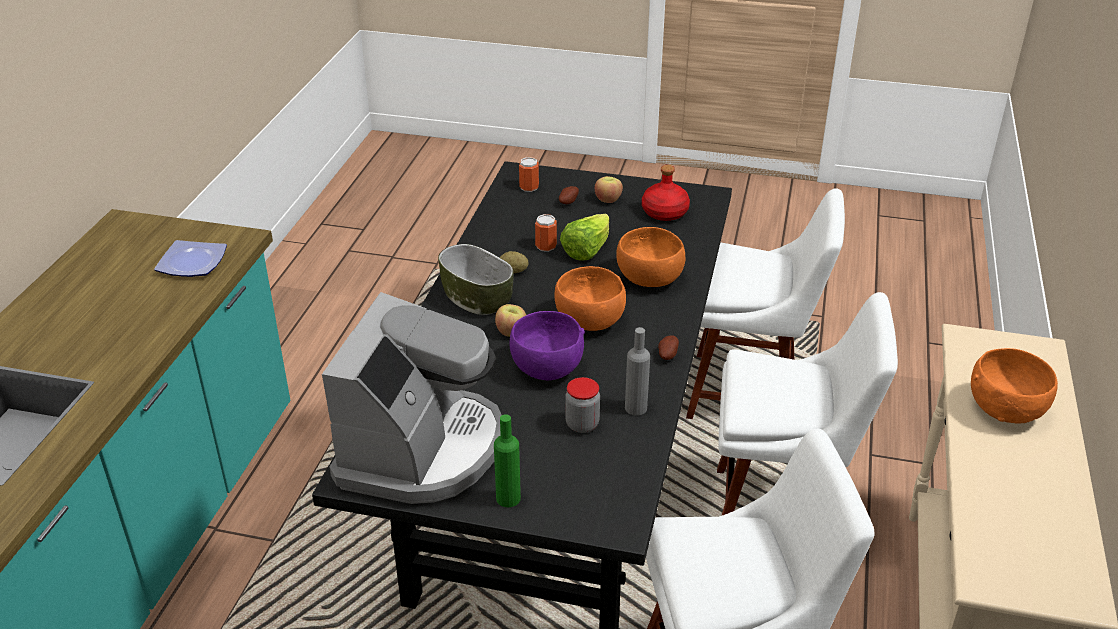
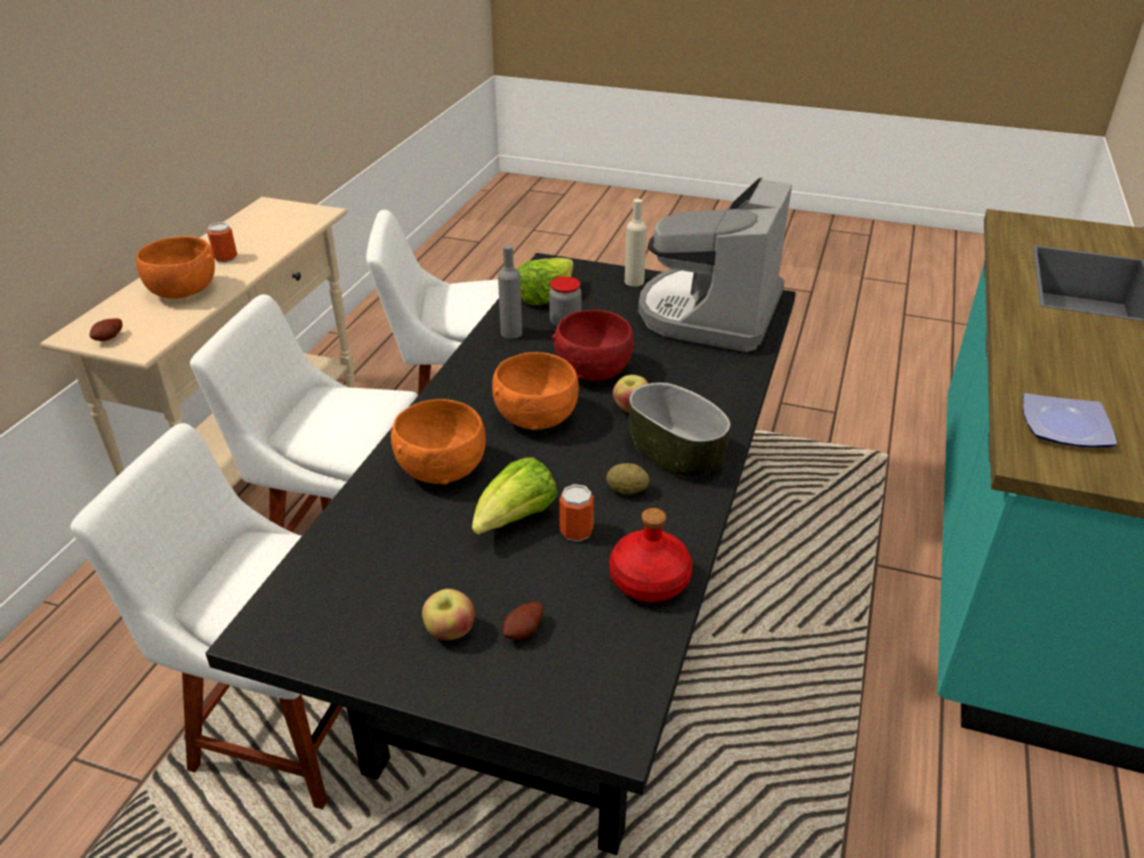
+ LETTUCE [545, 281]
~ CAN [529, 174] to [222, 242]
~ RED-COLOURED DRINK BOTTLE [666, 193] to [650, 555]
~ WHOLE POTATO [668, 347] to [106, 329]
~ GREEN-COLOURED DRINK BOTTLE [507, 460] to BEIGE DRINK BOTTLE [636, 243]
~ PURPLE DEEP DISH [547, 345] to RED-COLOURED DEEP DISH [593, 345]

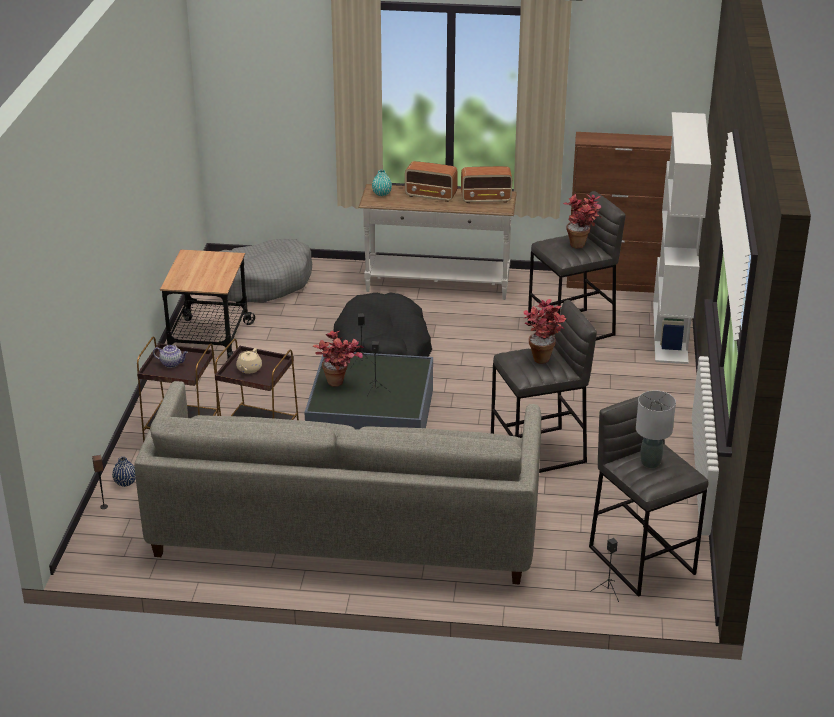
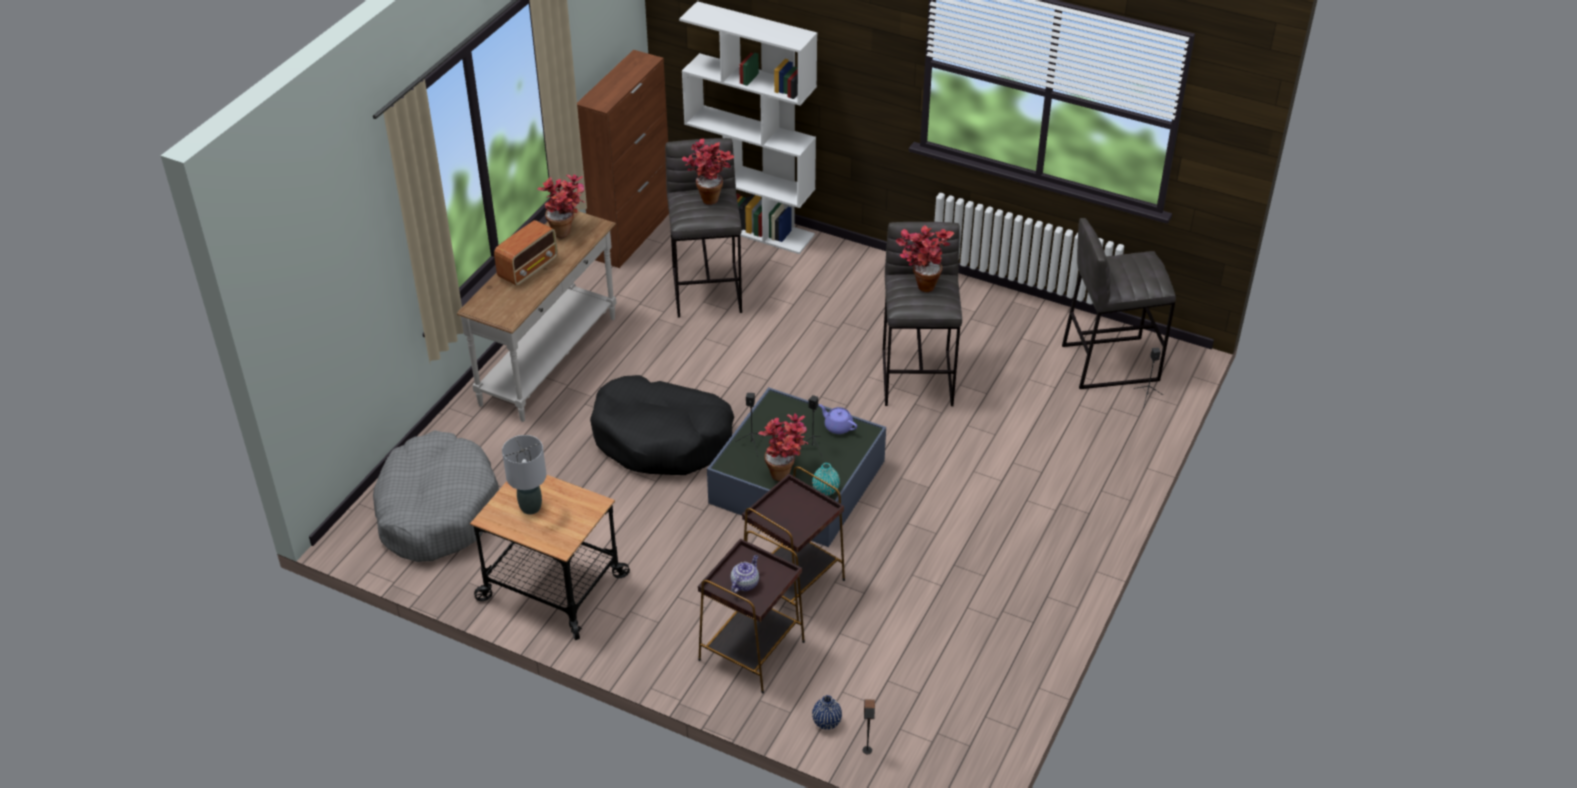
- GREYISH COUCH [338, 483]
- BEIGE TEA POT [249, 361]
+ PURPLE TEA POT [838, 419]
~ TURQUOISE VASE [382, 183] to [826, 479]
~ GREYISH LAMP FOR A TABLE [656, 429] to [524, 475]
~ RADIO SET [486, 184] to HOUSEPLANT [561, 206]

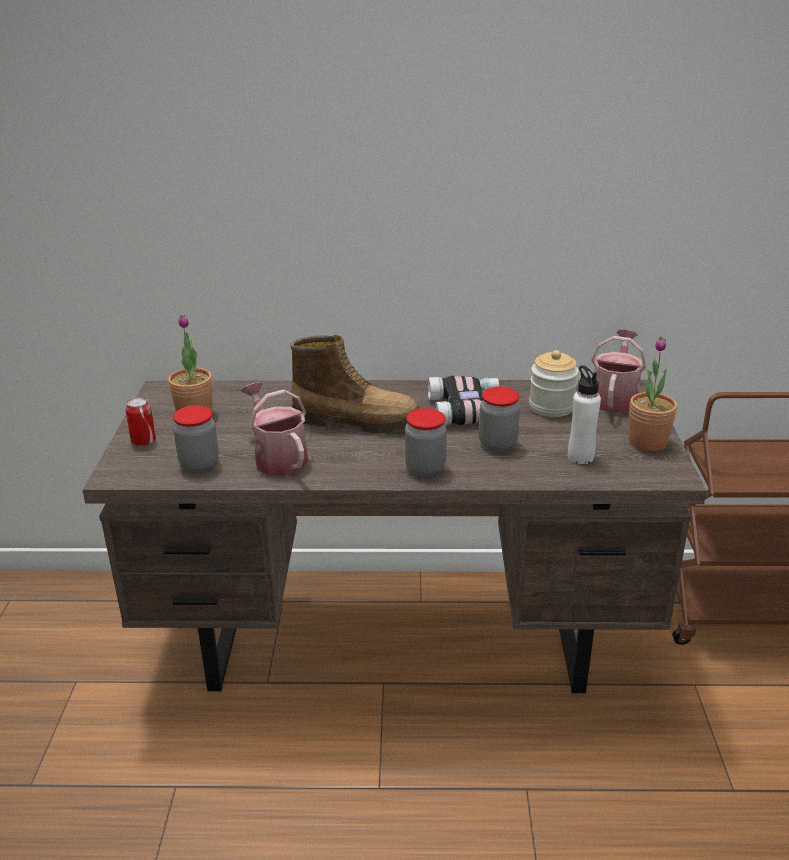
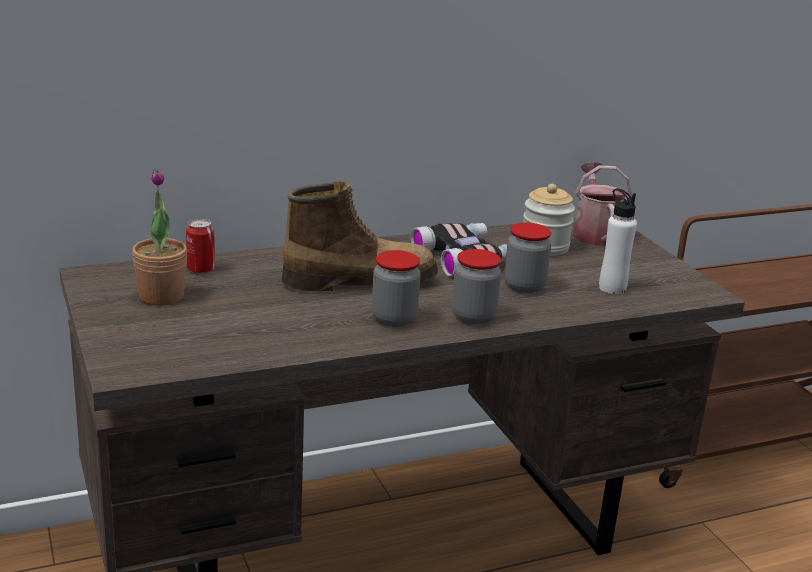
- SPRINKLING CAN [274, 429]
- HOUSEPLANT [653, 393]
~ CAN [140, 421] to [200, 246]
~ STORAGE JAR [196, 438] to [396, 288]

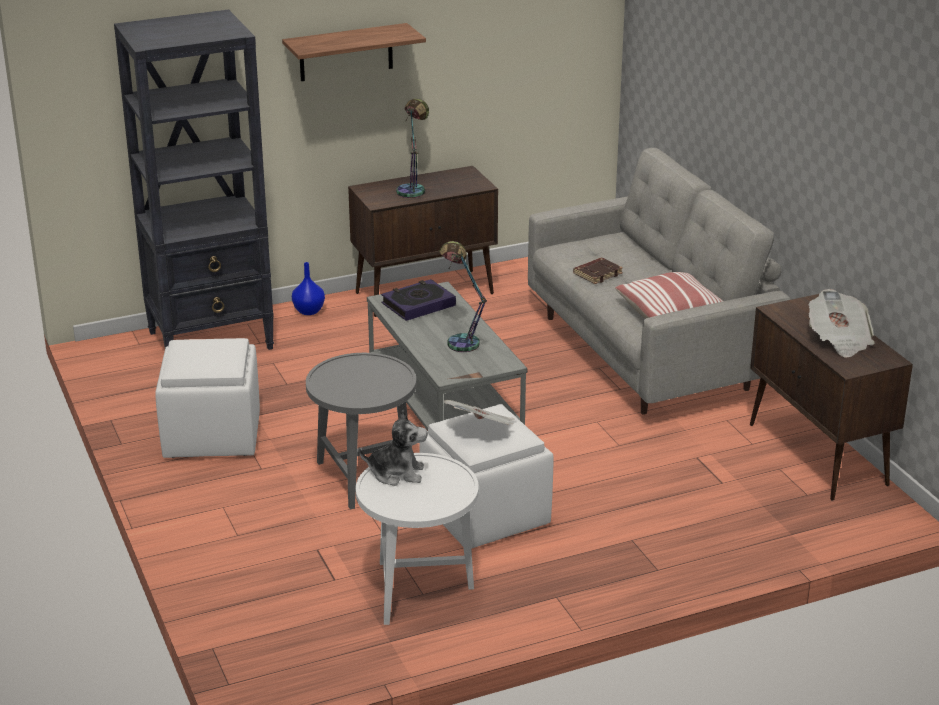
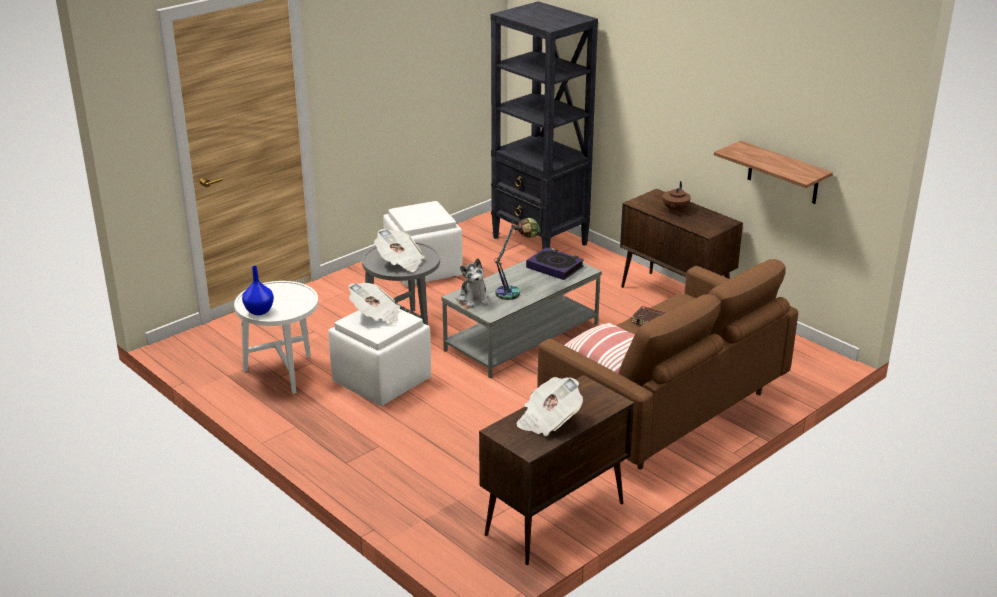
+ NEWSPAPER [399, 250]
~ WALL SHELF [354, 52] to [773, 172]
~ BLUE VASE [308, 288] to [258, 290]
~ CUDDLY TOY [393, 448] to [474, 283]
~ LAMP FOR A TABLE [412, 148] to BROWN TEA POT [676, 197]
~ GREYISH COUCH [659, 281] to BROWN COUCH [667, 364]

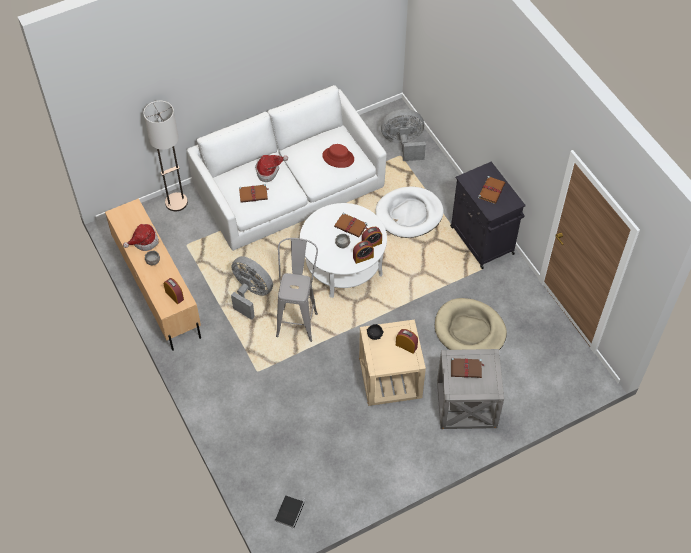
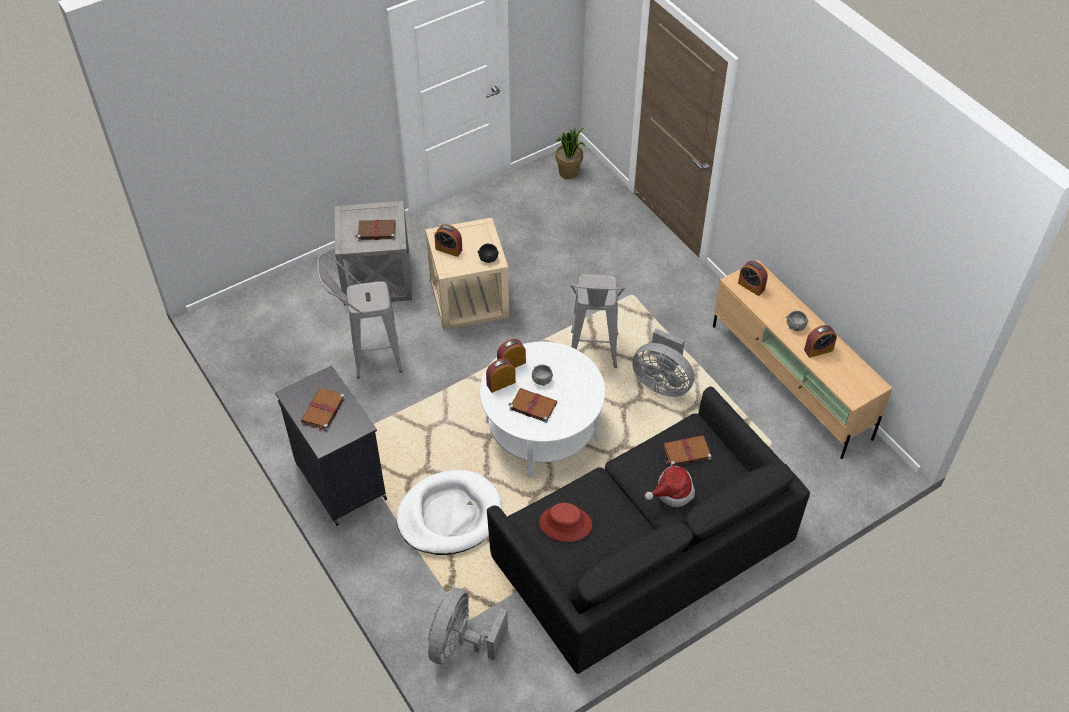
- FLOOR LAMP [165, 156]
~ HAT [141, 237] to BEDSIDE CLOCK [820, 341]
~ BOOK [290, 512] to HOUSEPLANT [570, 153]
~ BEIGE DOG CUSHION [471, 324] to GREYISH STOOL SEAT [360, 316]
~ WHITE-COLOURED COUCH [287, 168] to BLACKISH COUCH [648, 530]
~ GREYISH FAN [403, 135] = [468, 626] 120 degrees clockwise

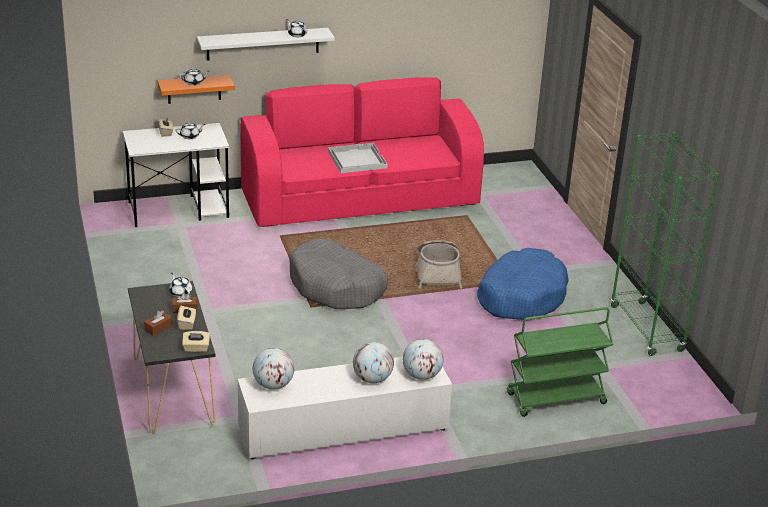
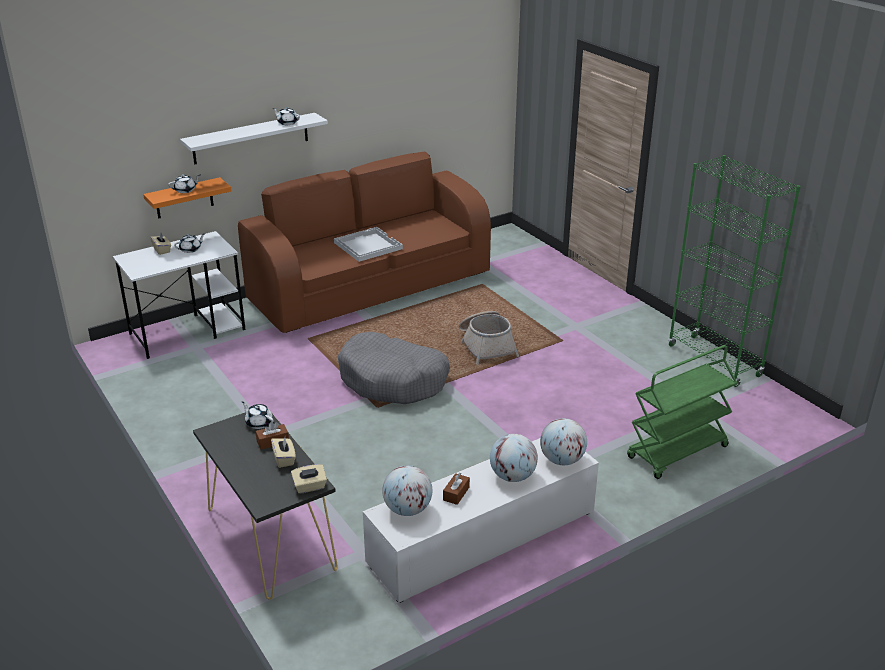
- BLUE DOG CUSHION [523, 284]
~ BROWN TISSUE BOX [158, 323] to [456, 488]
~ PINK-COLOURED COUCH [362, 152] to BROWN COUCH [364, 242]

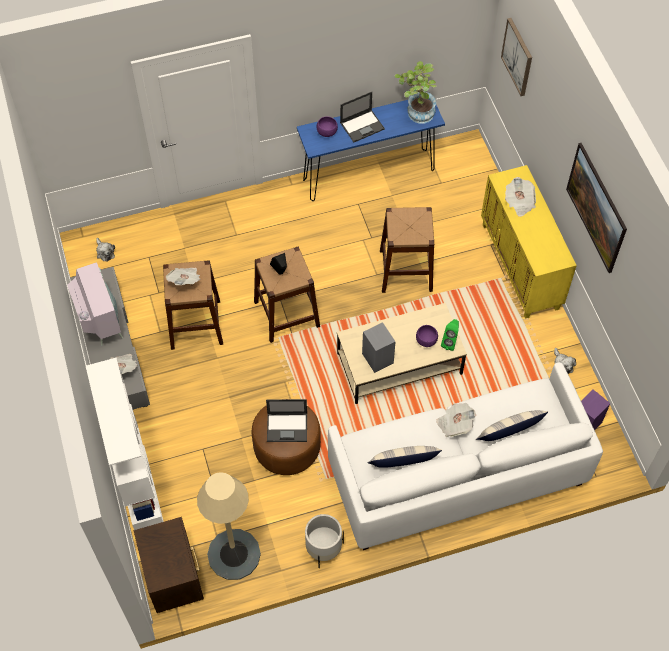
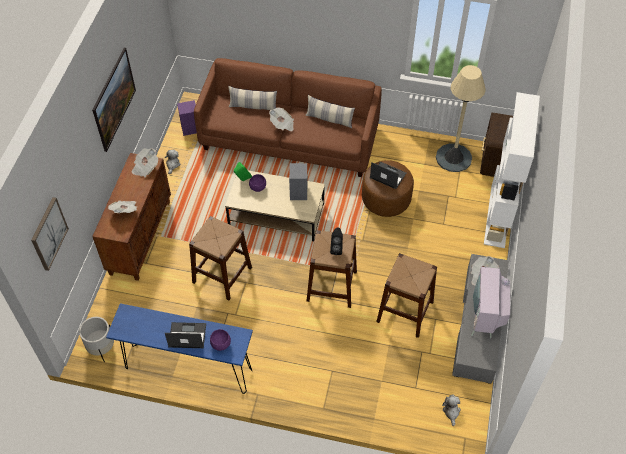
- HOUSEPLANT [416, 92]
~ NEWSPAPER [183, 276] to [145, 162]
~ WHITE-COLOURED FLOWER POT [324, 541] to [96, 339]
~ WHITE-COLOURED COUCH [465, 456] to BROWN COUCH [288, 117]
~ YELLOW CABINET [529, 242] to BROWN CABINET [131, 217]

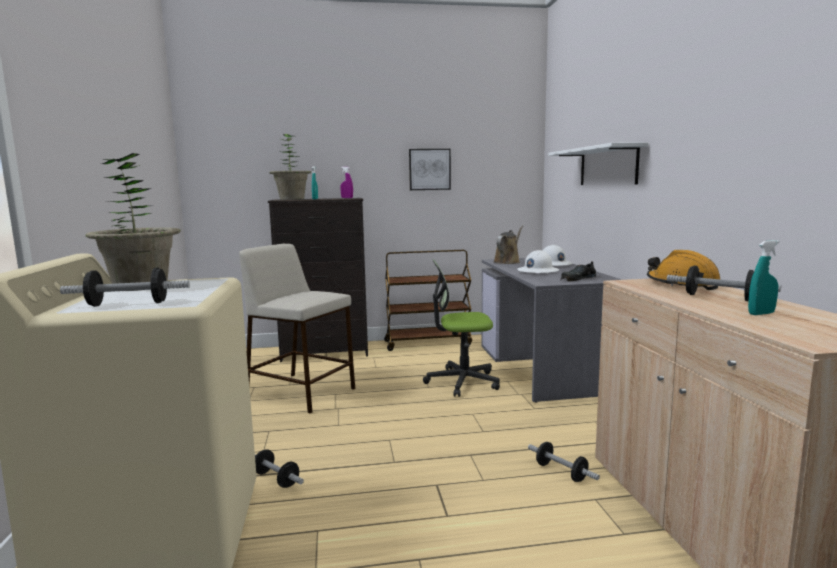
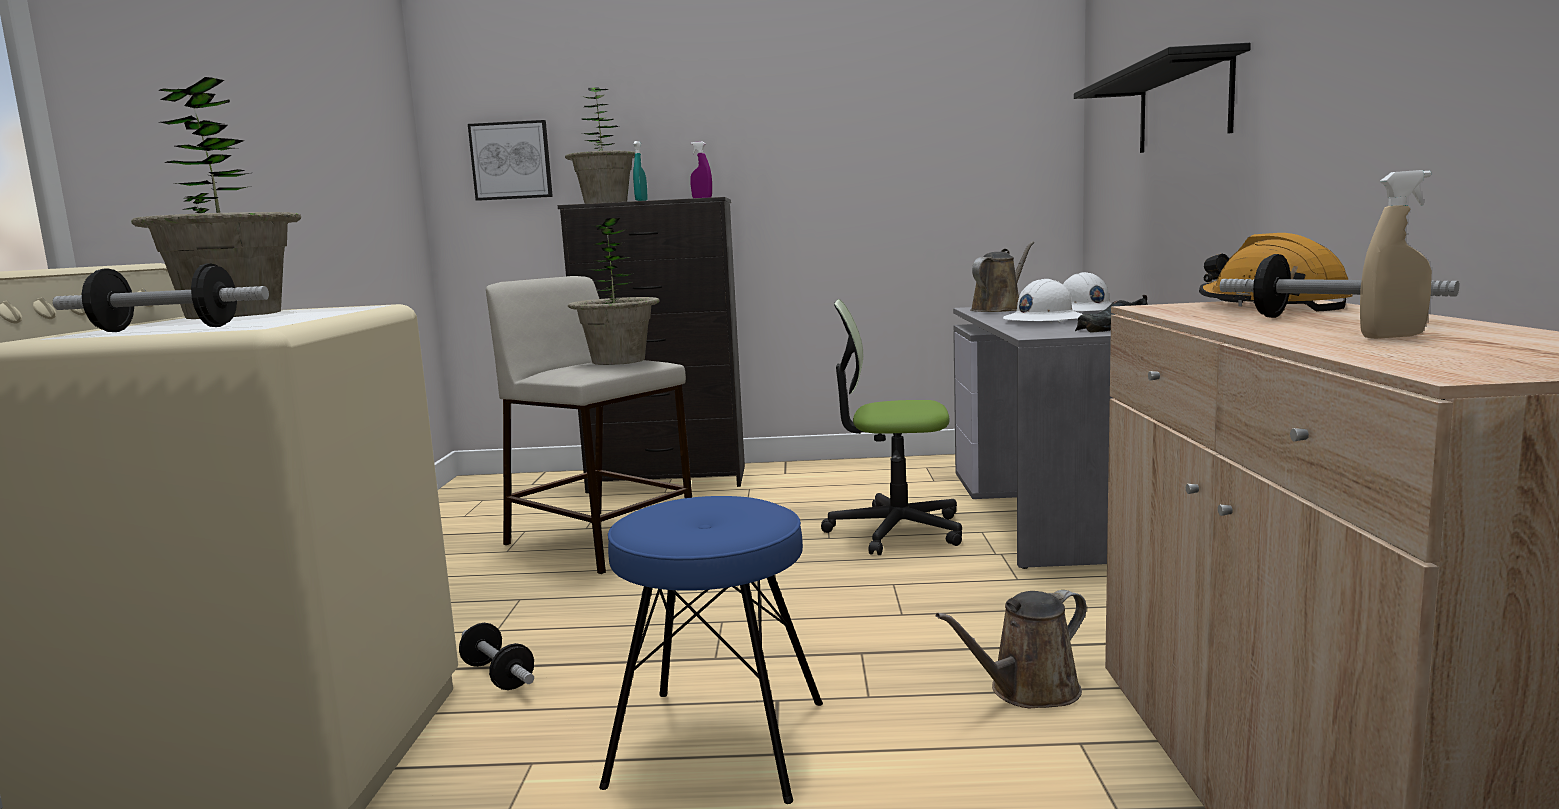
- BROWN TROLLEY [428, 300]
+ HOUSEPLANT [613, 291]
+ BLUE STOOL SEAT [711, 650]
~ PICTURE [430, 169] to [510, 160]
~ DUMBBELL [564, 462] to BROWN SPRINKLING CAN [1011, 649]
~ WHITE-COLOURED WALL SHELF [598, 163] to BLACKISH WALL SHELF [1162, 98]
~ TURQUOISE HAND SPRAYER [763, 277] to BEIGE HAND SPRAYER [1396, 254]

